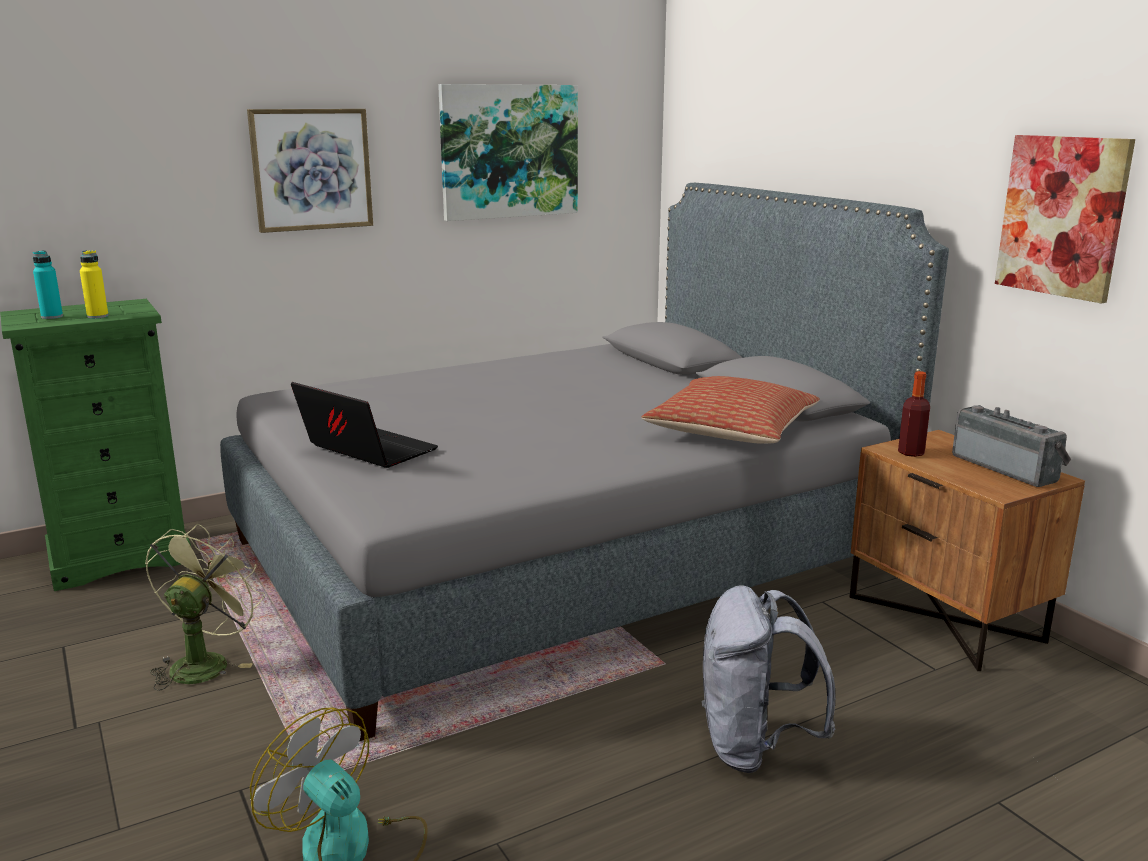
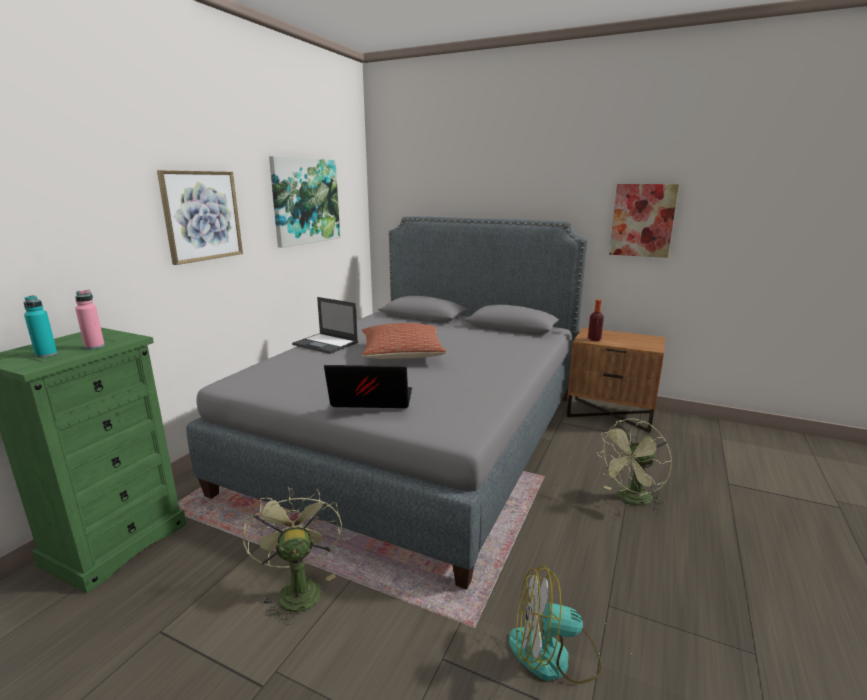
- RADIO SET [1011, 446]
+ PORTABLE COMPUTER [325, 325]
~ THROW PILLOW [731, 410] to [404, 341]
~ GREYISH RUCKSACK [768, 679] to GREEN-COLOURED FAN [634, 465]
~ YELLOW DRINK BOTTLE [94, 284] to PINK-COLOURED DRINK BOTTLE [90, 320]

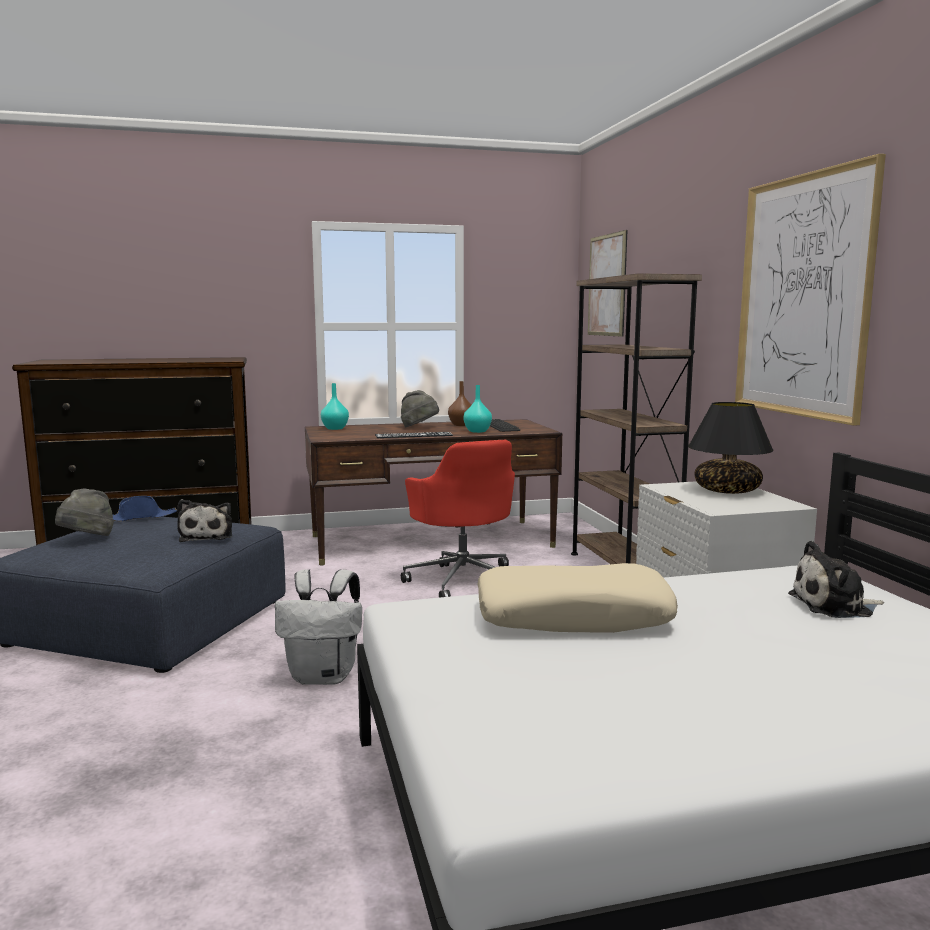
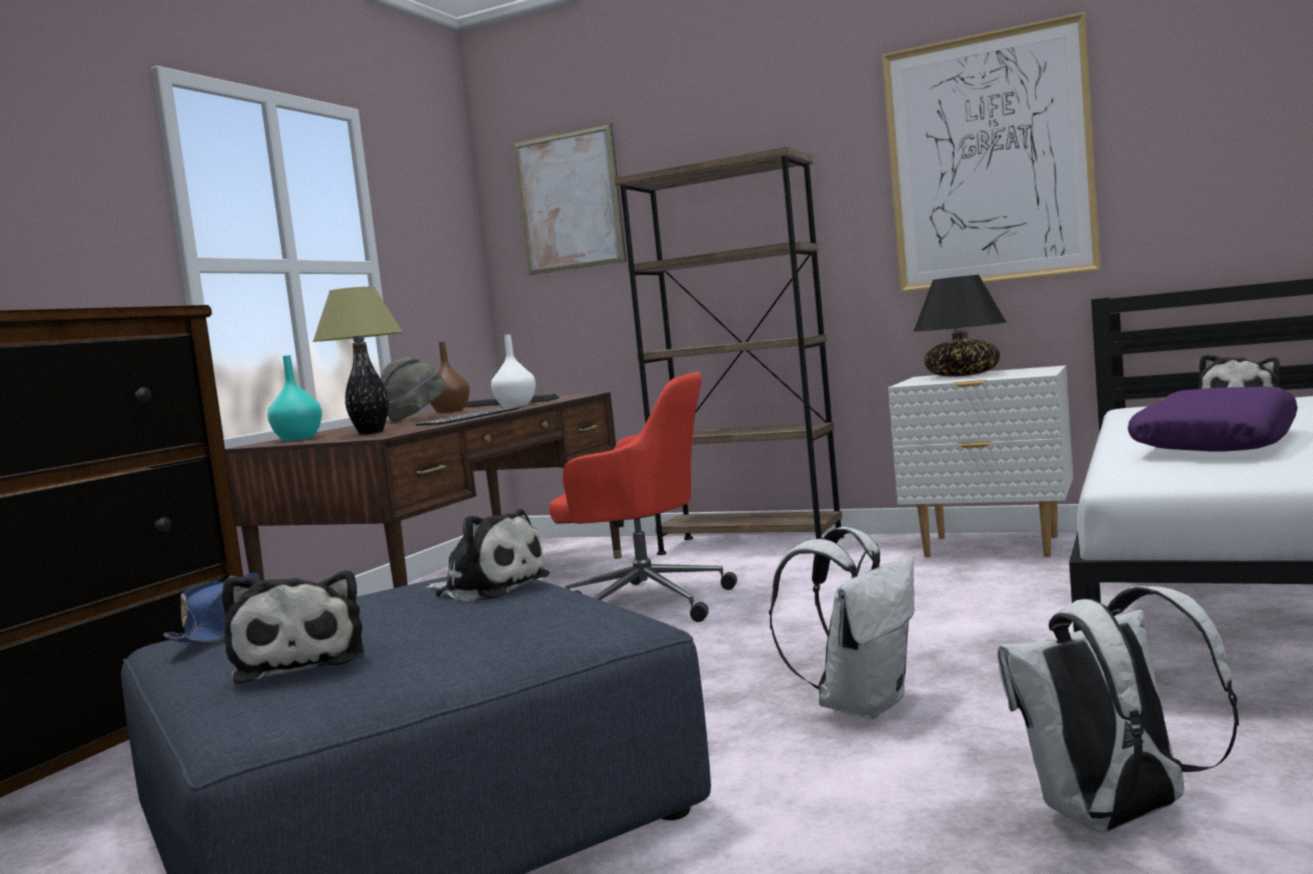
+ LAMP FOR A TABLE [358, 360]
+ WHITE-COLOURED RUCKSACK [1118, 709]
~ GREYISH HAT [84, 512] to CUDDLY TOY [293, 627]
~ TURQUOISE VASE [477, 409] to WHITE-COLOURED VASE [513, 371]
~ BEIGE THROW PILLOW [577, 598] to PURPLE THROW PILLOW [1213, 419]

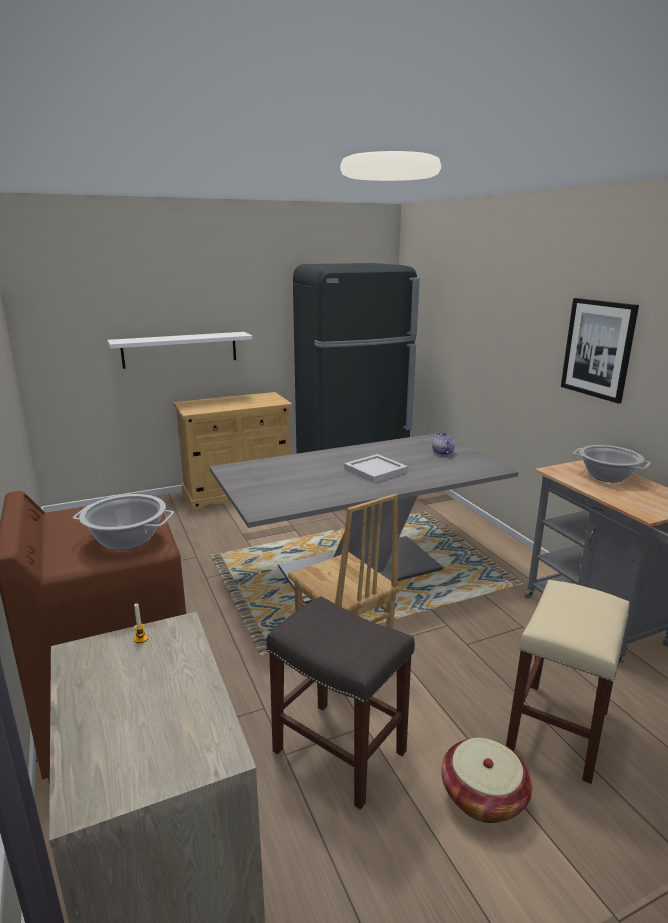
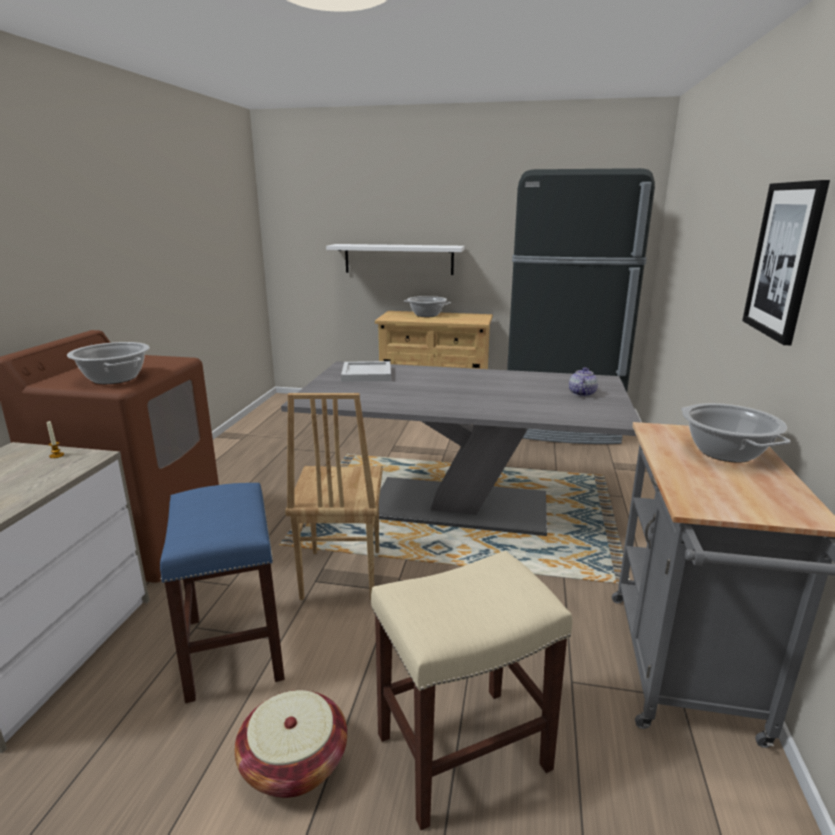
+ SAUCEPOT [427, 306]
~ WHITE-COLOURED SERVING TRAY [376, 468] to [366, 371]
~ GREYISH STOOL SEAT [340, 703] to BLUE STOOL SEAT [222, 593]

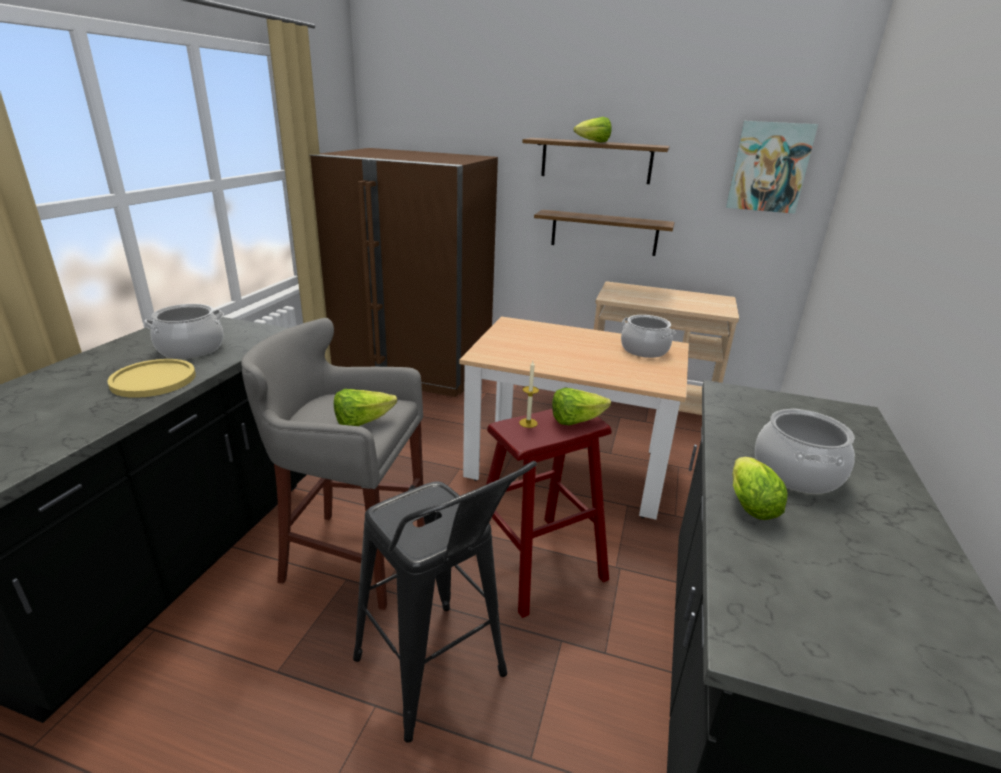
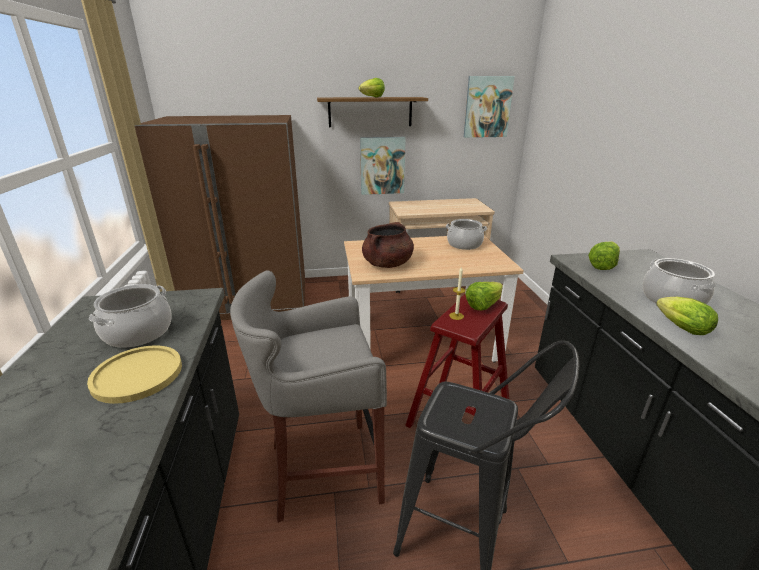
+ BROWN SAUCEPOT [388, 245]
~ LETTUCE [365, 407] to [604, 255]
~ WALL SHELF [604, 233] to PICTURE [383, 166]

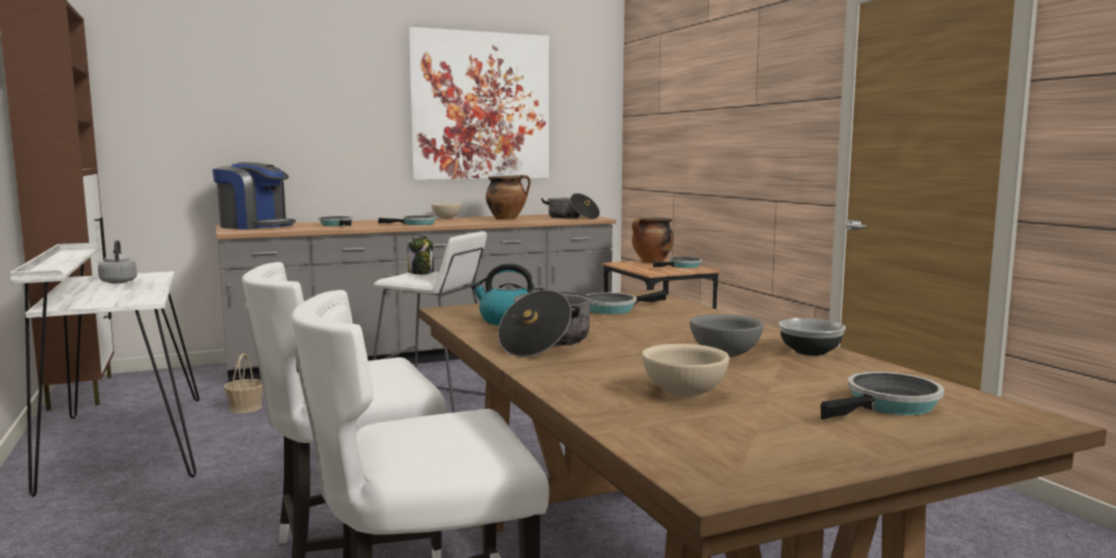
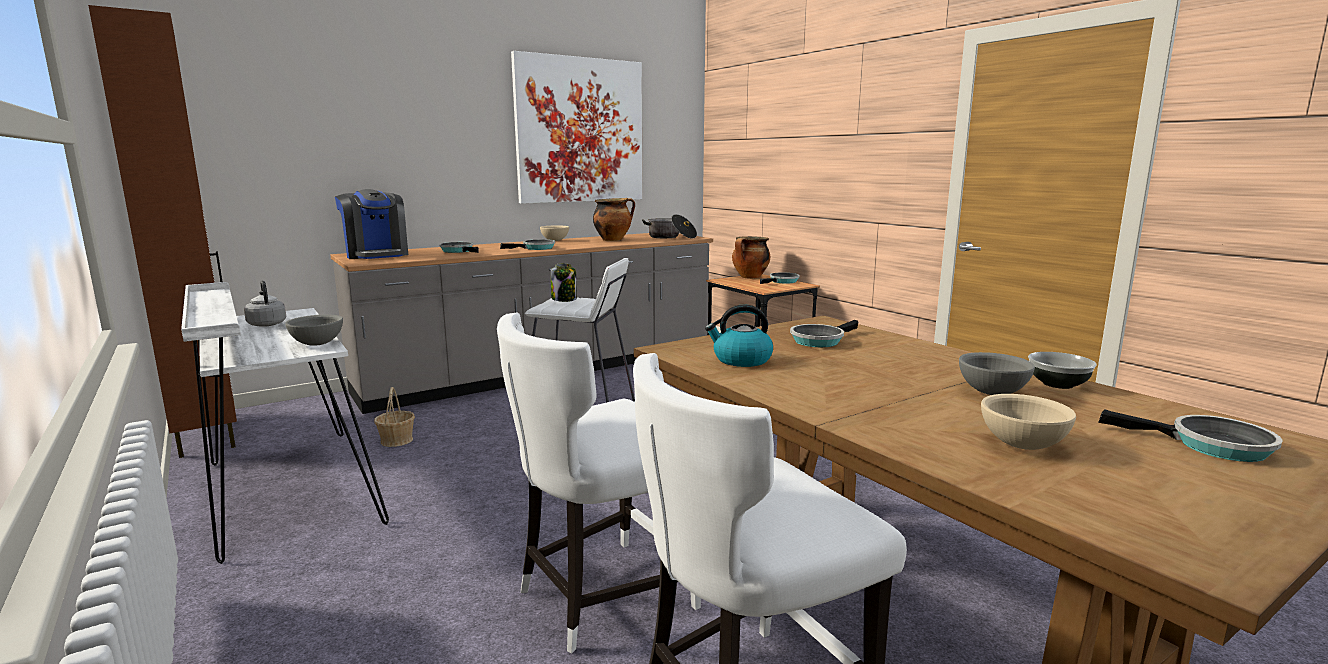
- SAUCEPOT [545, 322]
+ GREYISH DEEP DISH [314, 330]
~ COFFEE MACHINE [254, 196] = [371, 224] 45 degrees clockwise
~ FRYING PAN [882, 395] = [1190, 435] 75 degrees clockwise

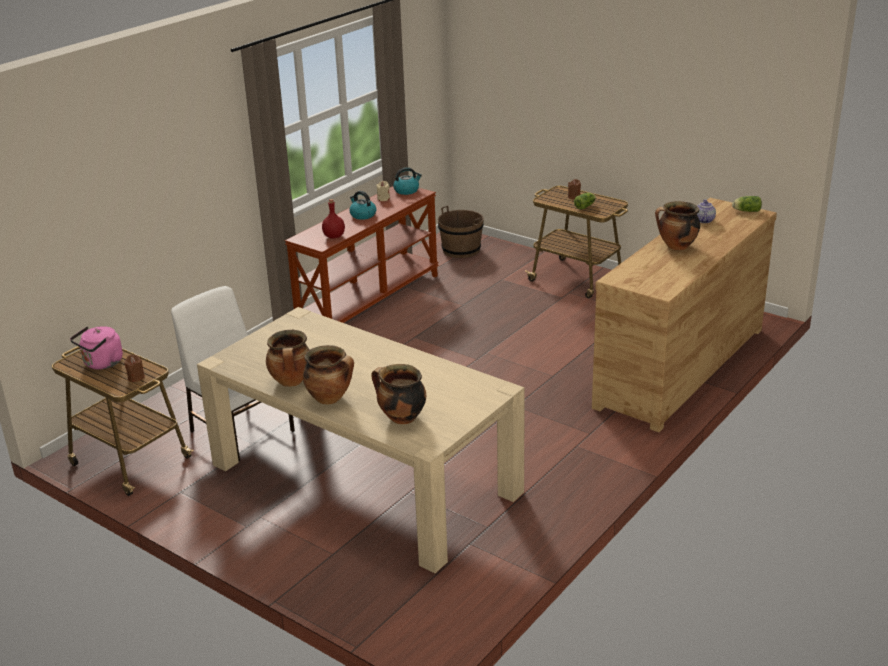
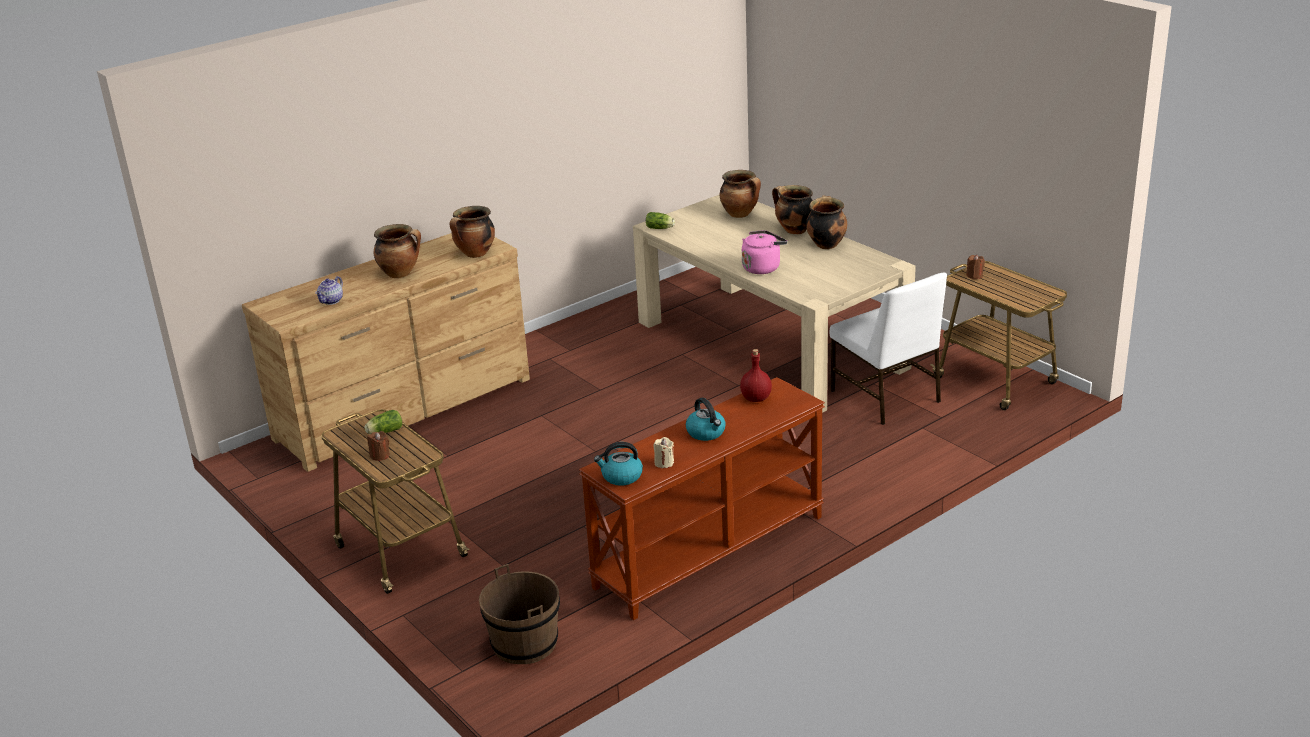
+ SAUCEPOT [472, 232]
~ PINK-COLOURED TEA KETTLE [96, 348] to [764, 252]
~ LETTUCE [747, 204] to [660, 220]

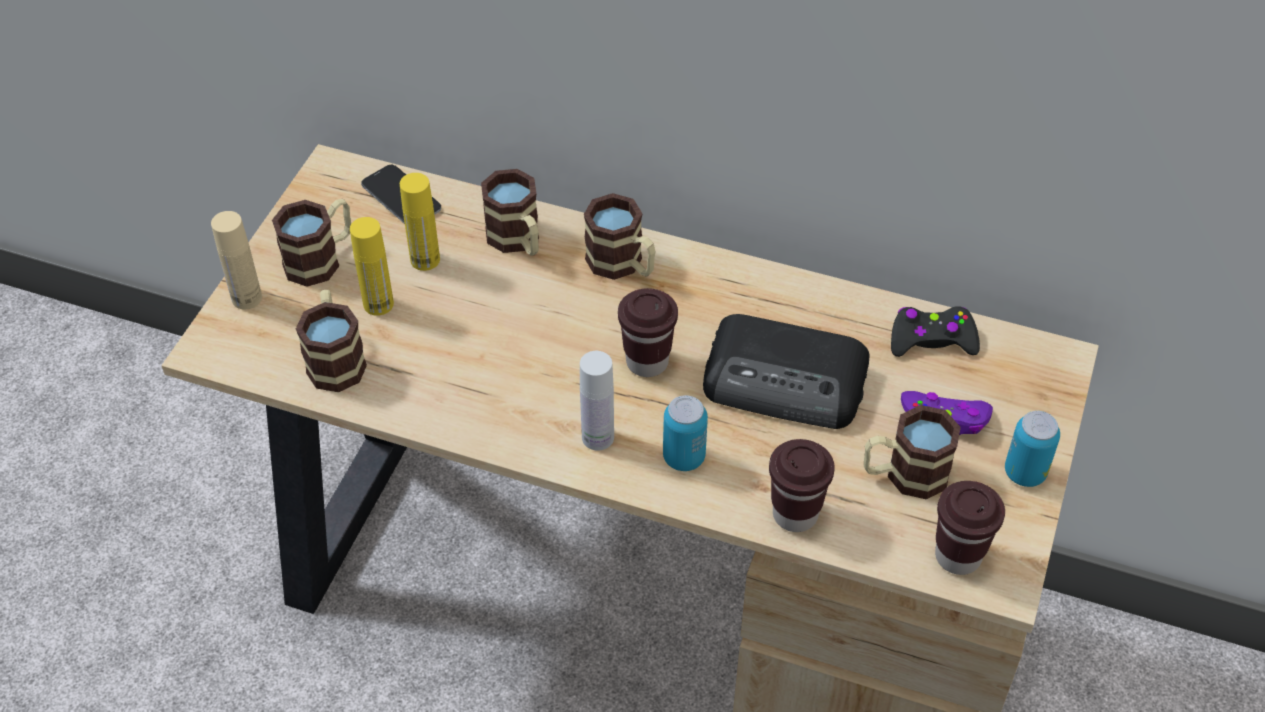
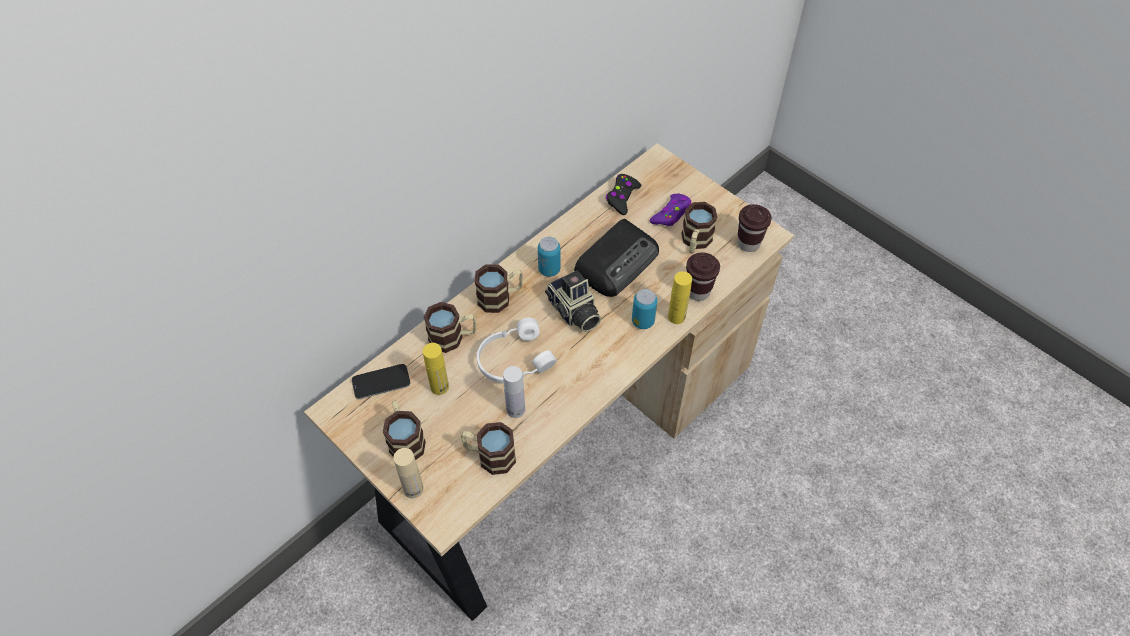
+ WHITE-COLOURED HEADSET [517, 350]
~ YELLOW DRINK BOTTLE [372, 266] to [680, 297]
~ WHITE-COLOURED DRINK BOTTLE [597, 401] to [514, 392]
~ CAN [1032, 449] to [549, 257]
~ BROWN DRINKING CUP [648, 332] to PHOTO CAMERA [573, 301]

